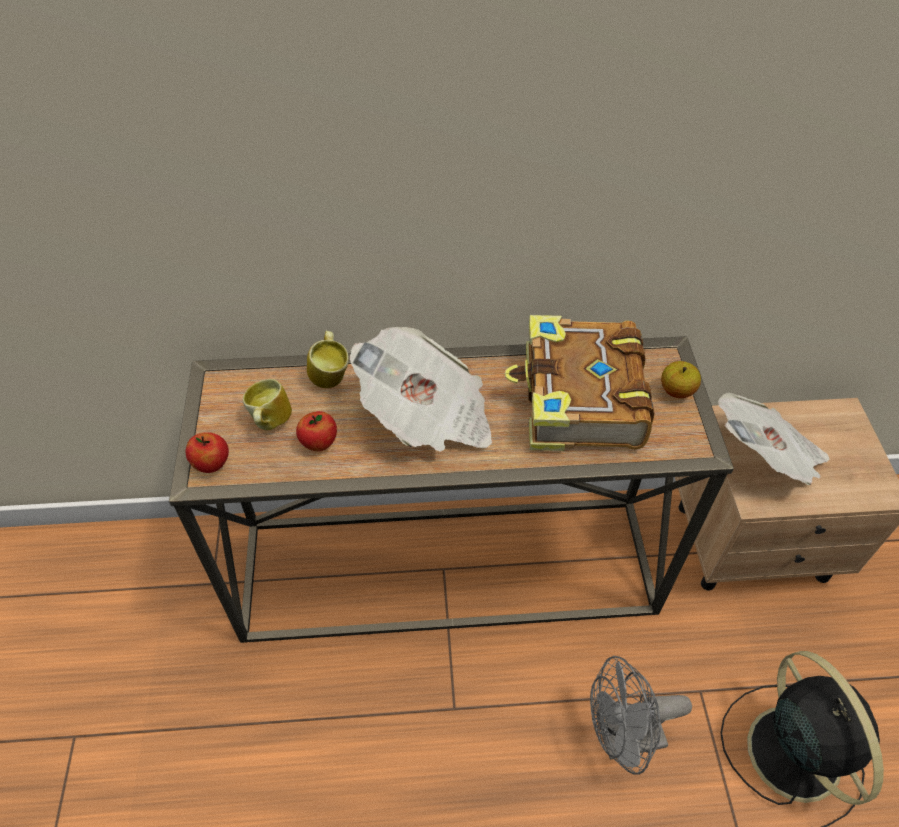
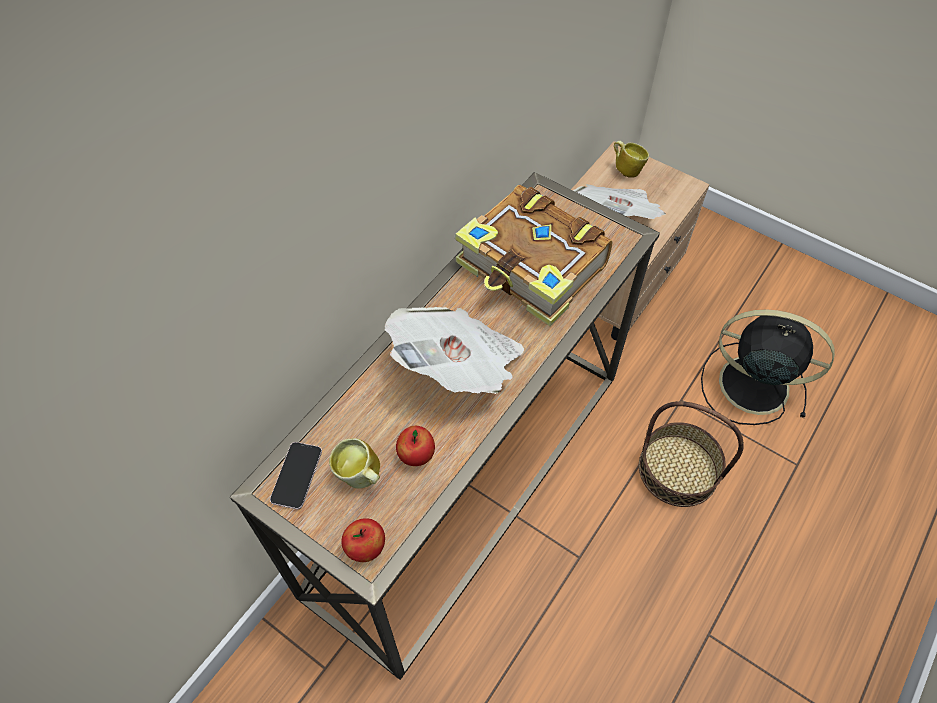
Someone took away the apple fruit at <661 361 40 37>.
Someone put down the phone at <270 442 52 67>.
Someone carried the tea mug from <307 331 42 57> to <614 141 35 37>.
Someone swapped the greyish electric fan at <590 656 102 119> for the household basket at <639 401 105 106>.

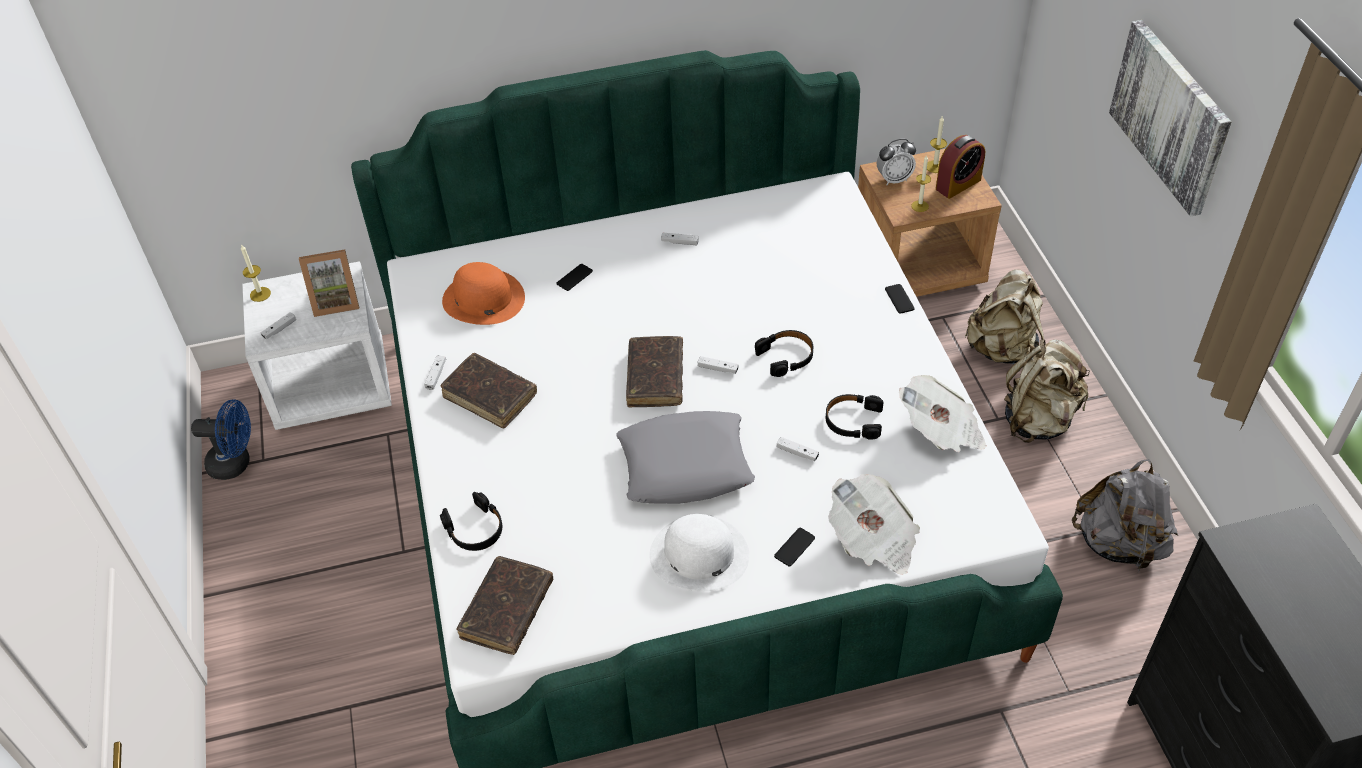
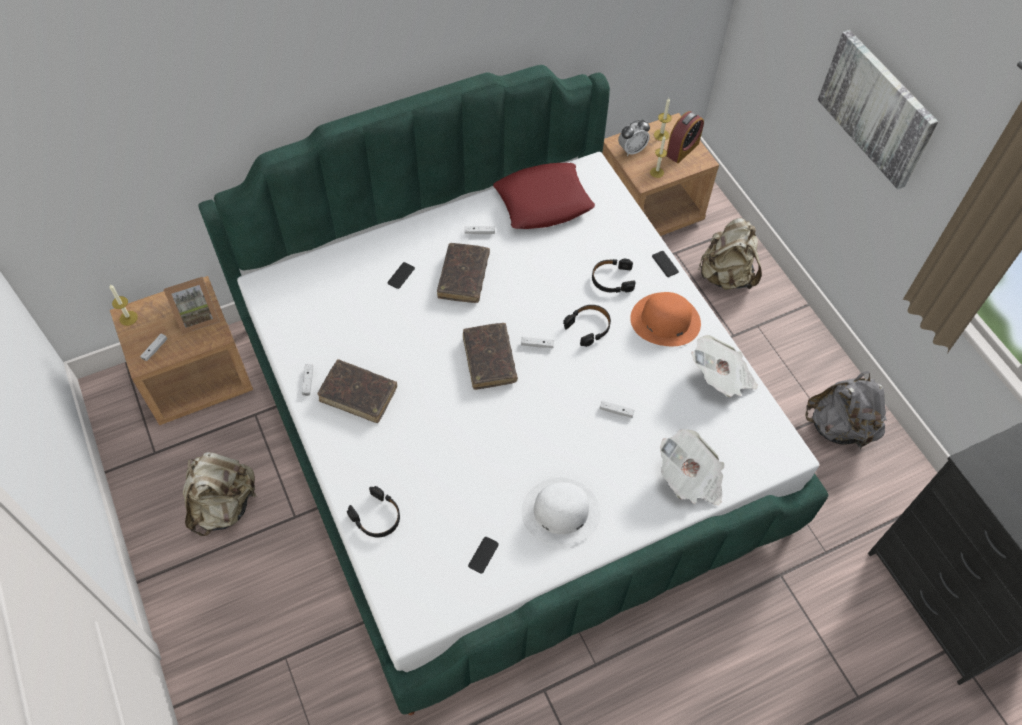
Someone took away the bluish electric fan at <191 399 60 81>.
Someone took away the greyish throw pillow at <616 411 139 93>.
Someone put down the reddish throw pillow at <493 163 102 66>.
Someone carried the orange-coloured clothing hat from <442 262 83 63> to <630 292 71 54>.
Someone carried the brown-coloured bound book from <456 556 97 99> to <437 243 53 60>.
Someone carried the phone from <774 528 41 38> to <468 537 31 37>.
Someone carried the black headphones from <826 394 58 46> to <592 259 44 34>.
Someone carried the beige knapsack from <1004 339 86 104> to <183 452 74 84>.
Someone repainted the whitish bedside table at <242 261 150 169>, which became the brown-coloured bedside table at <110 276 143 149>.

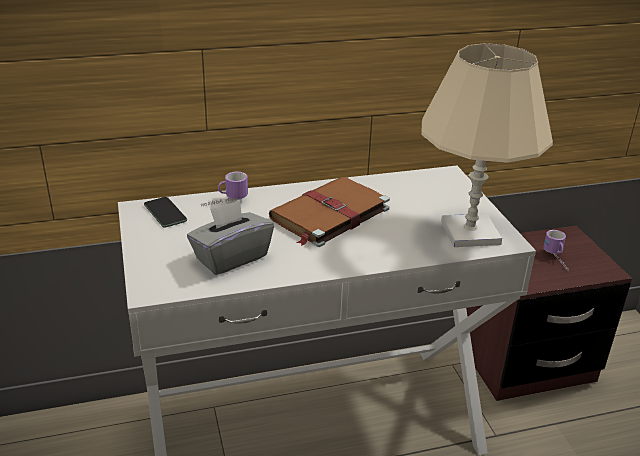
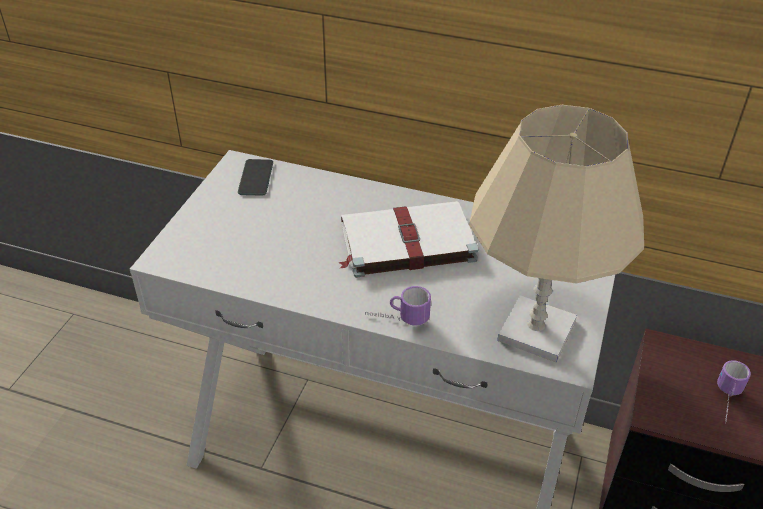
Someone took away the greyish tissue box at <187 200 87 75>.
Someone carried the tea mug from <201 172 47 35> to <365 286 66 40>.
Someone repainted the brown-coloured bound book at <269 177 121 70>, which became the whitish bound book at <338 201 141 77>.

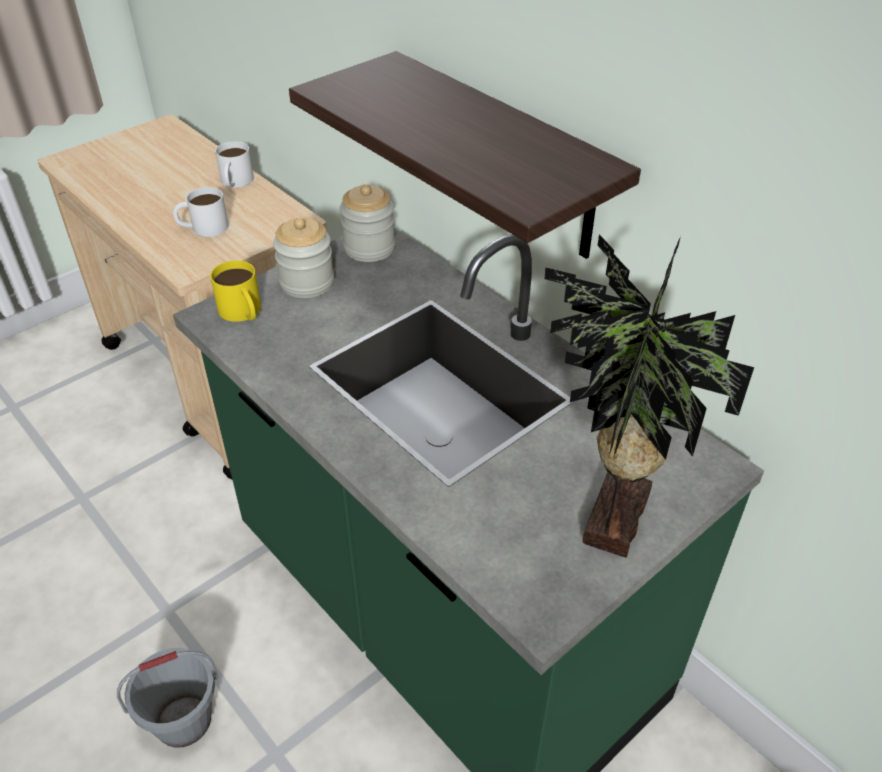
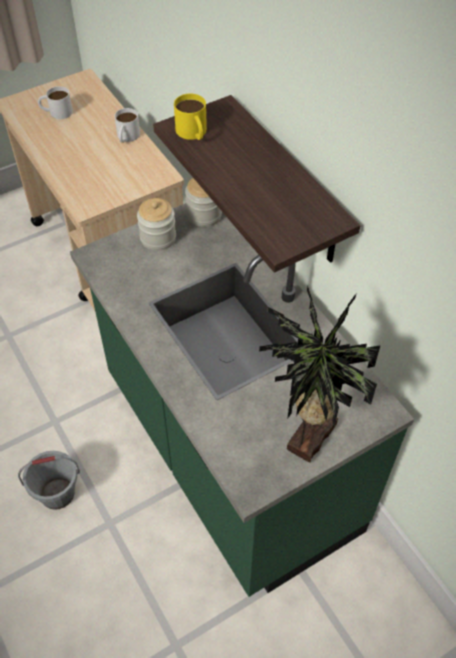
Someone carried the whitish tea mug from <173 187 56 50> to <38 86 35 33>.
Someone carried the yellow tea mug from <210 260 51 62> to <174 94 33 46>.

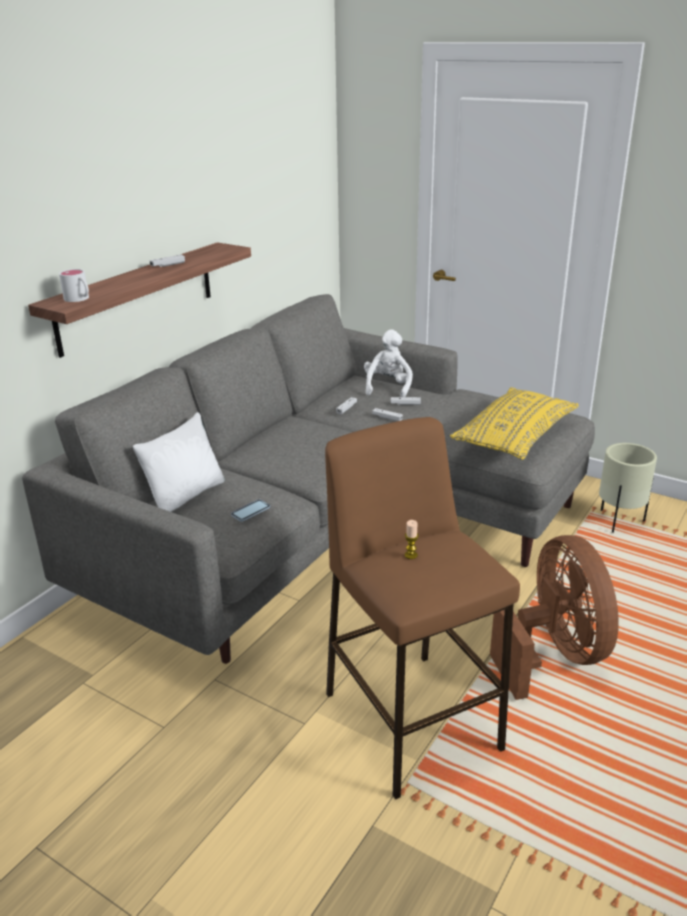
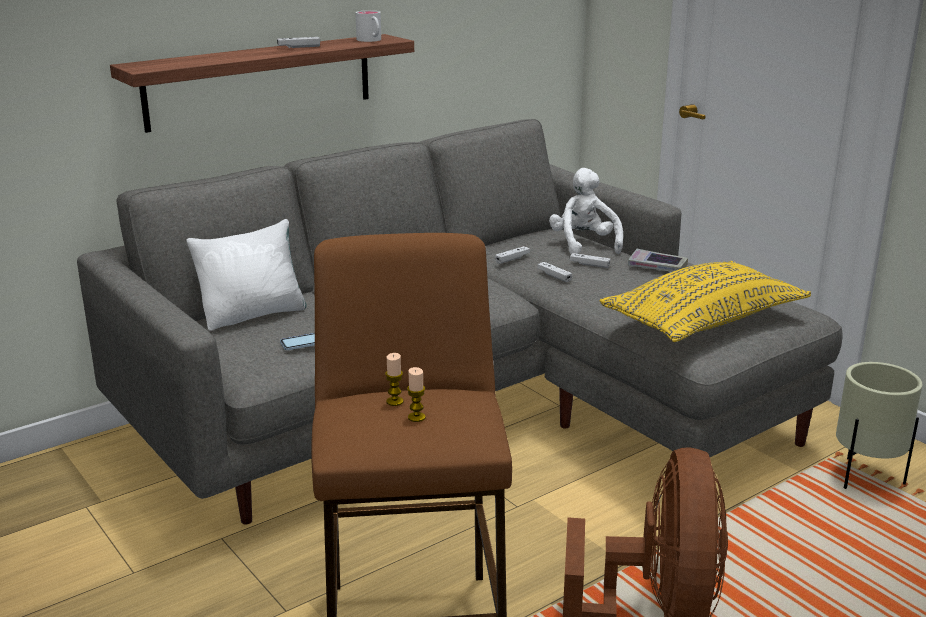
Someone put down the candle at <407 367 19 55>.
Someone put down the bound book at <628 249 60 23>.
Someone carried the whitish tea mug from <59 269 30 33> to <355 10 26 32>.
Someone rotated the whitish cuddly toy at <364 329 49 68> by 45 degrees counterclockwise.

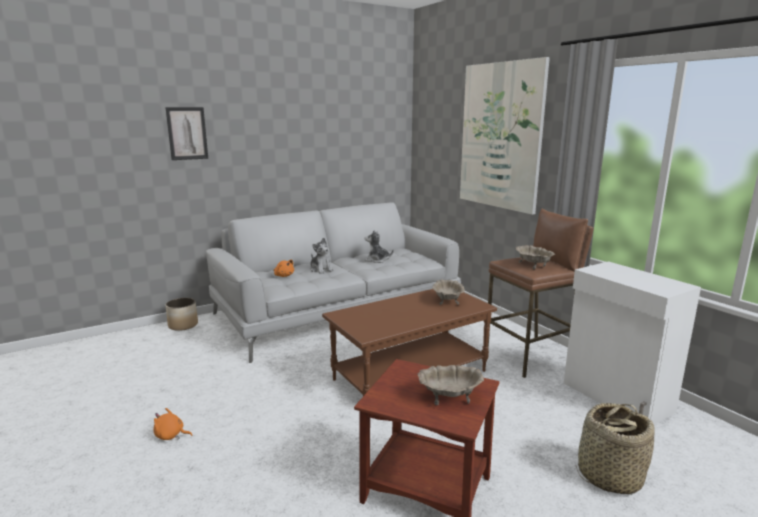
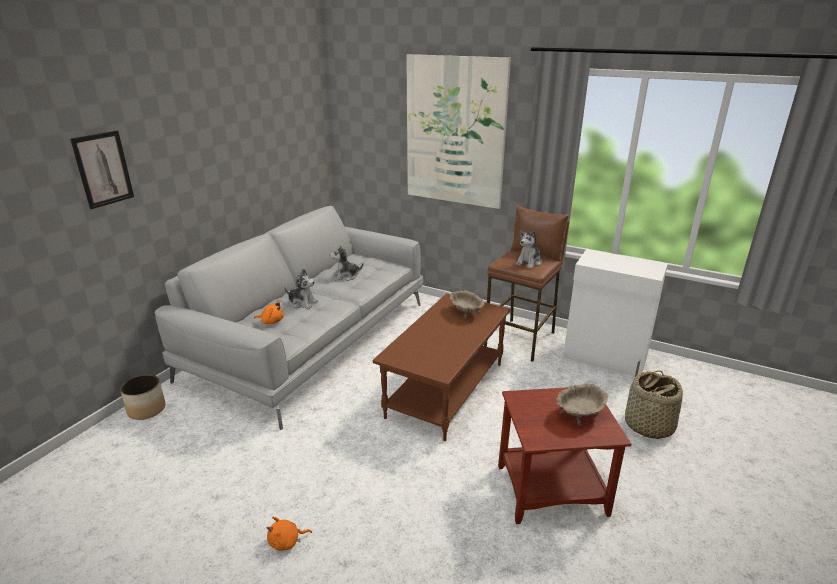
Someone swapped the beige serving bowl at <516 245 39 24> for the cuddly toy at <516 229 26 40>.

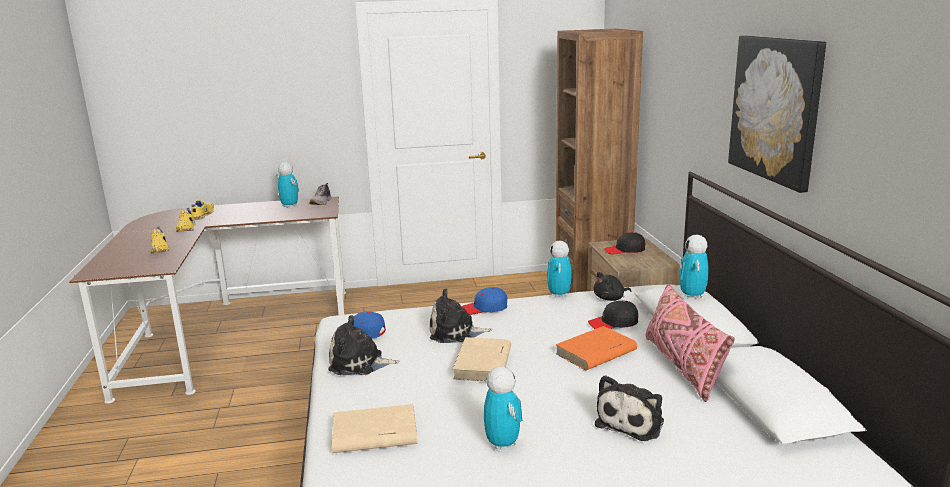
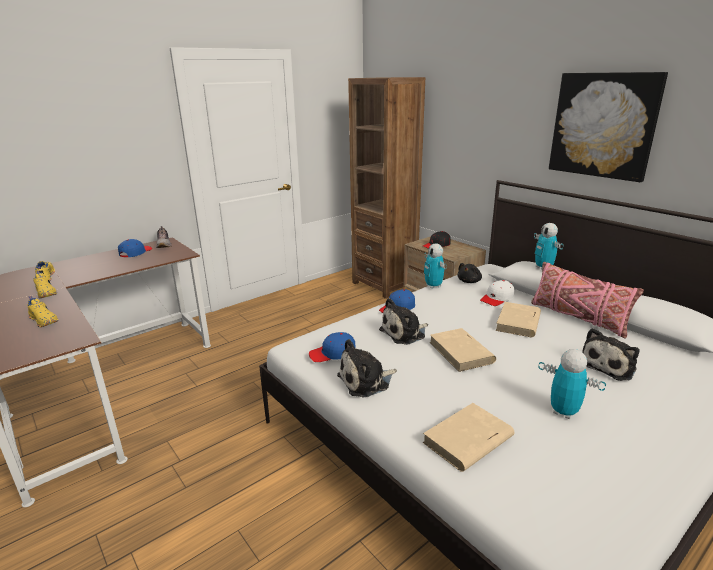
Someone swapped the model robot at <276 162 23 46> for the bluish baseball cap at <118 239 34 18>.
Someone repainted the orange-coloured bound book at <555 326 82 44>, which became the beige bound book at <496 302 45 35>.
Someone repainted the black baseball cap at <588 301 50 28>, which became the whitish baseball cap at <480 280 34 26>.
Someone rotated the cuddly toy at <595 375 69 66> by 45 degrees clockwise.

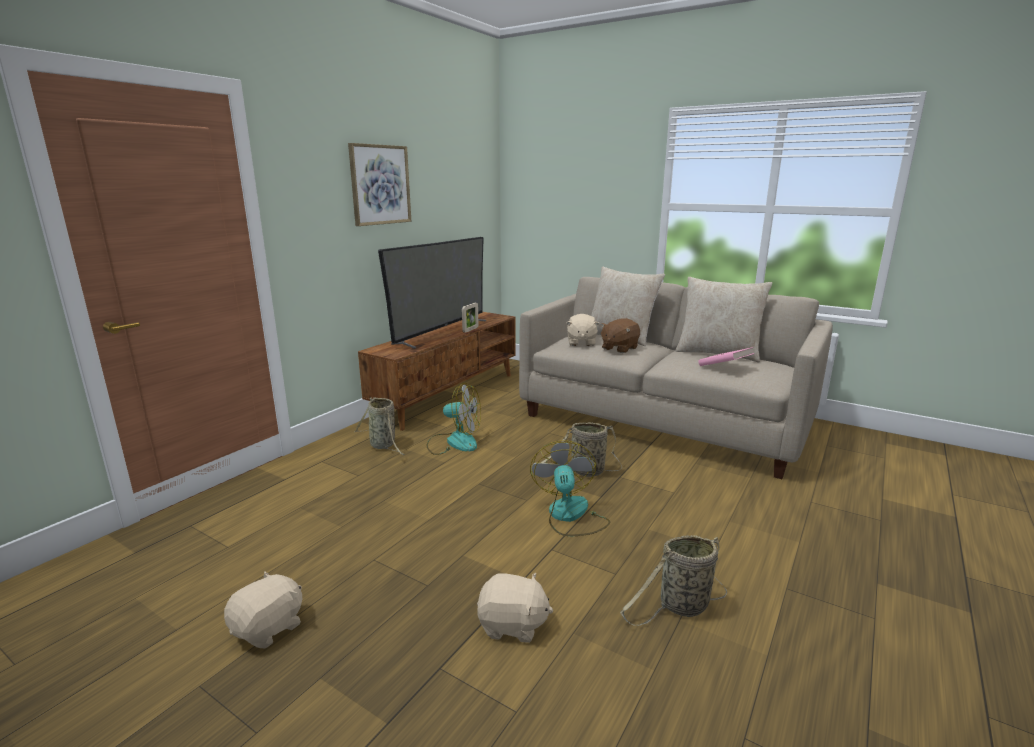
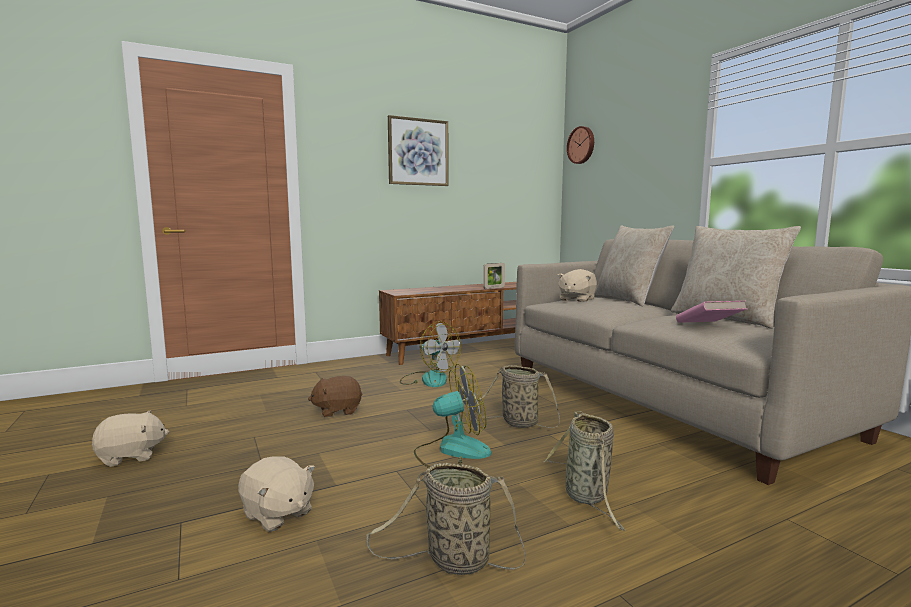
Someone took away the TV at <378 237 108 112>.
Someone put up the clock on the wall at <567 126 27 38>.
Someone carried the household basket from <355 397 50 58> to <544 411 81 119>.
Someone carried the brown-coloured cuddly toy from <600 318 40 35> to <308 376 54 41>.
Someone rotated the electric fan at <530 440 80 96> by 45 degrees clockwise.

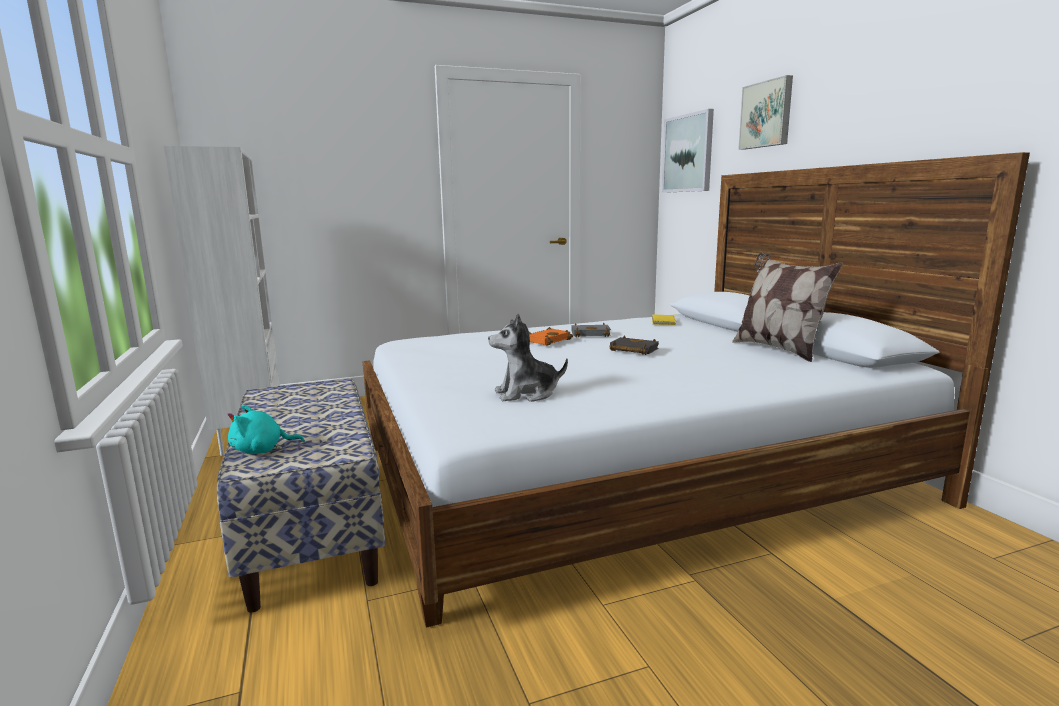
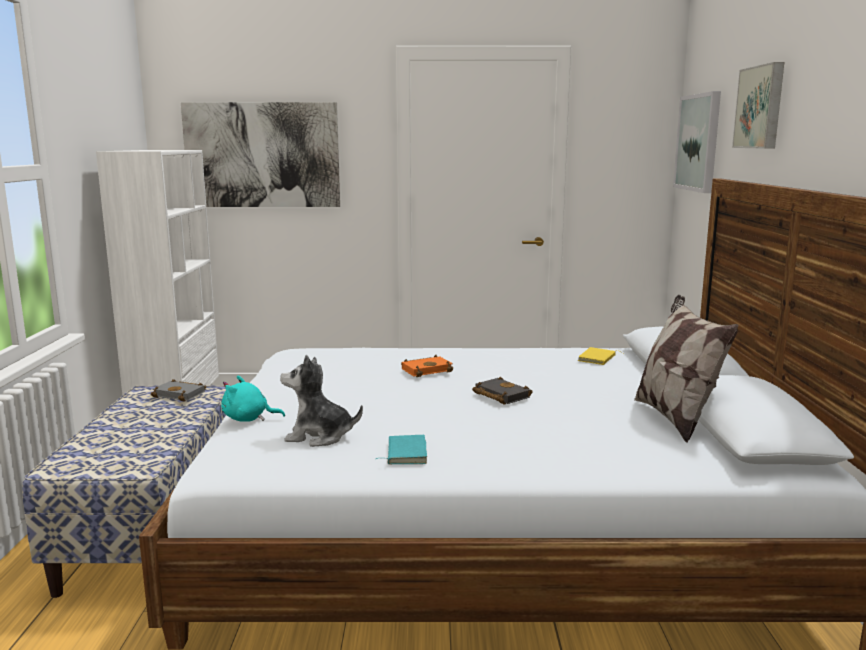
Someone put up the picture at <181 102 159 105>.
Someone put down the turquoise bound book at <376 435 51 29>.
Someone carried the turquoise cuddly toy from <228 405 77 49> to <221 376 64 46>.
Someone carried the greyish bound book from <572 323 39 14> to <151 379 55 23>.

